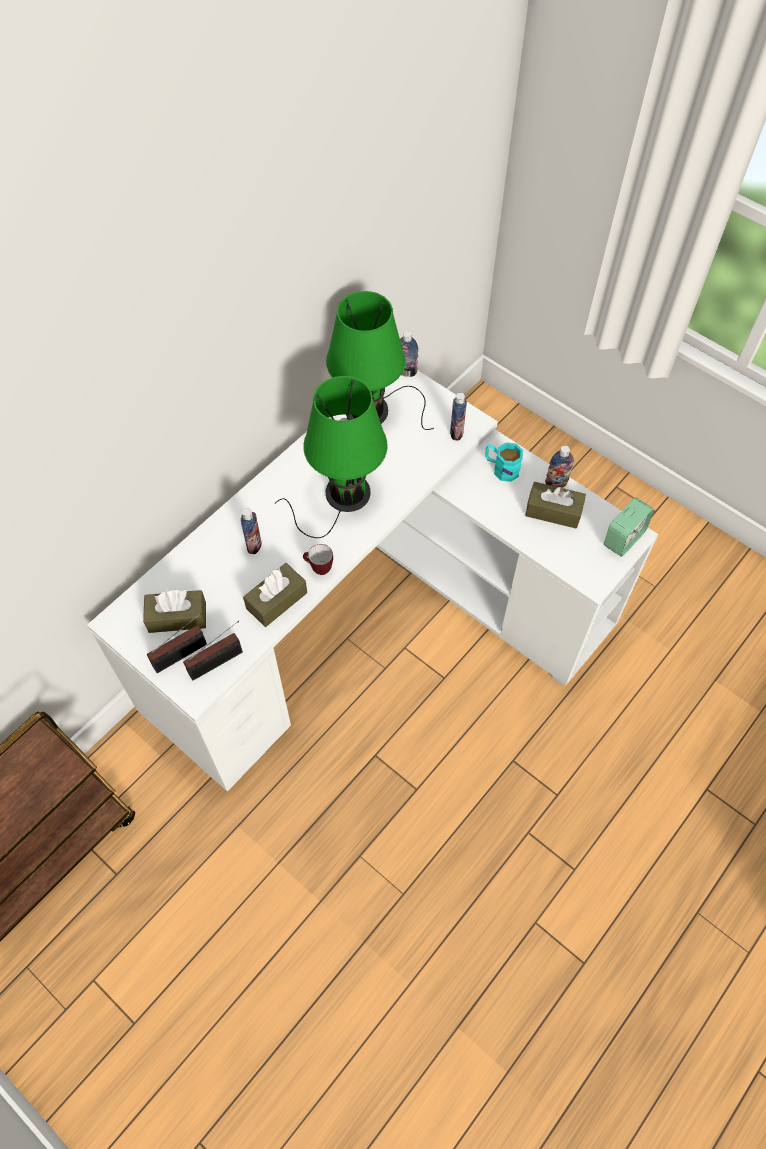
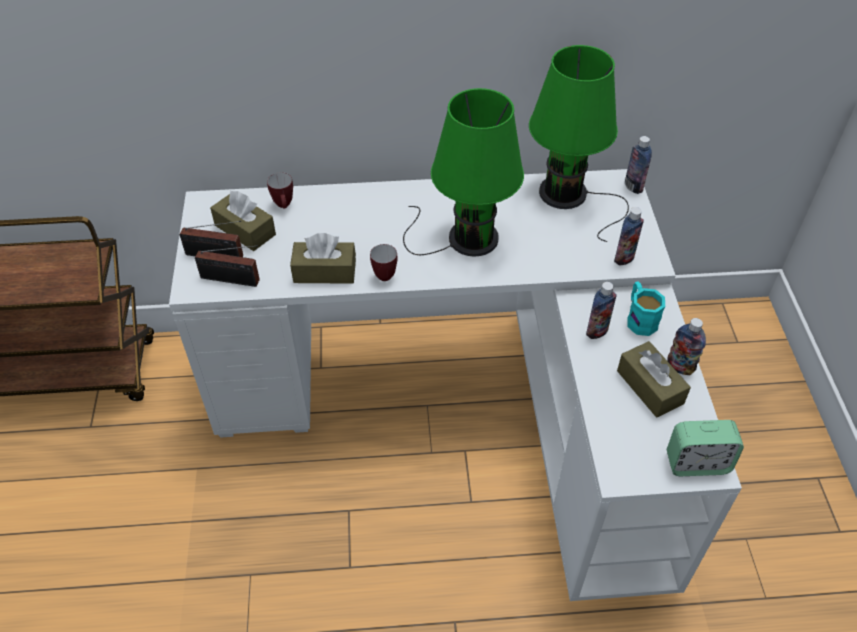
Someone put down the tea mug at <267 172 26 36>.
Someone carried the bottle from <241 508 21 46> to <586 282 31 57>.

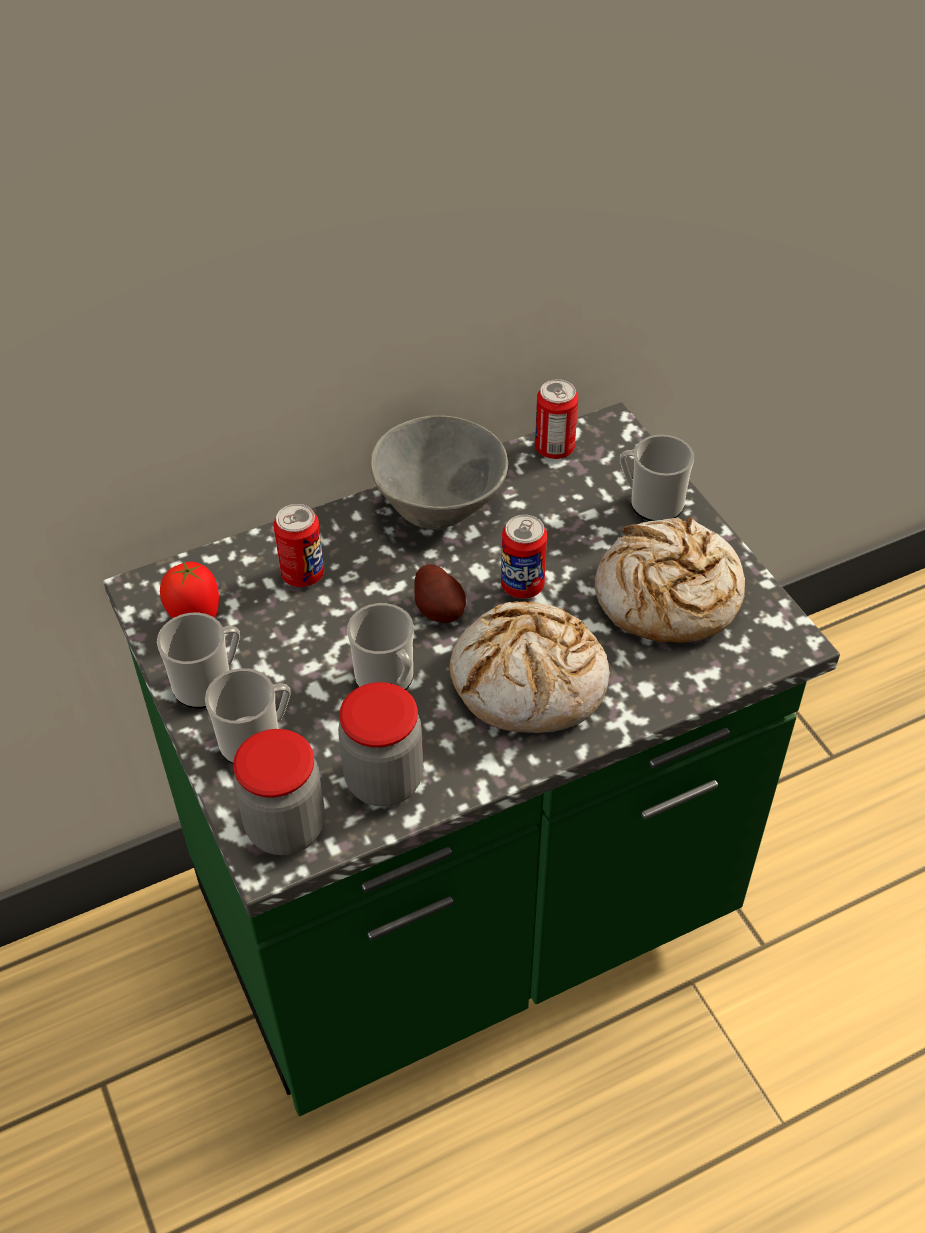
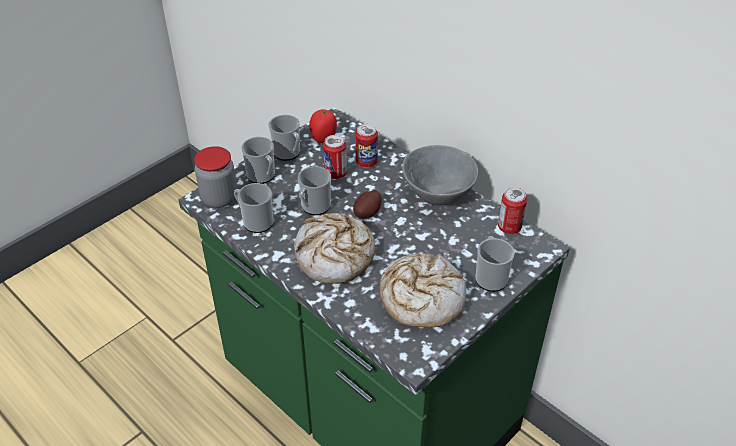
Someone carried the metal can from <501 515 46 84> to <323 135 24 44>.
Someone swapped the jar at <338 682 85 125> for the tea mug at <234 183 40 50>.

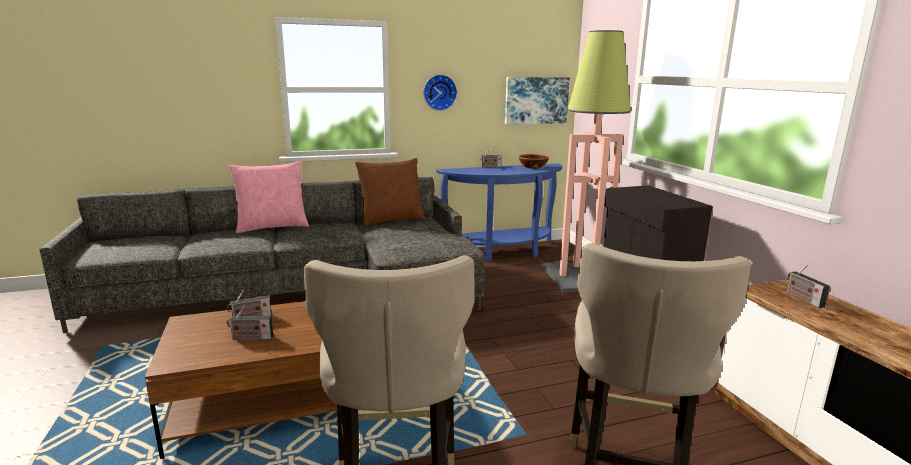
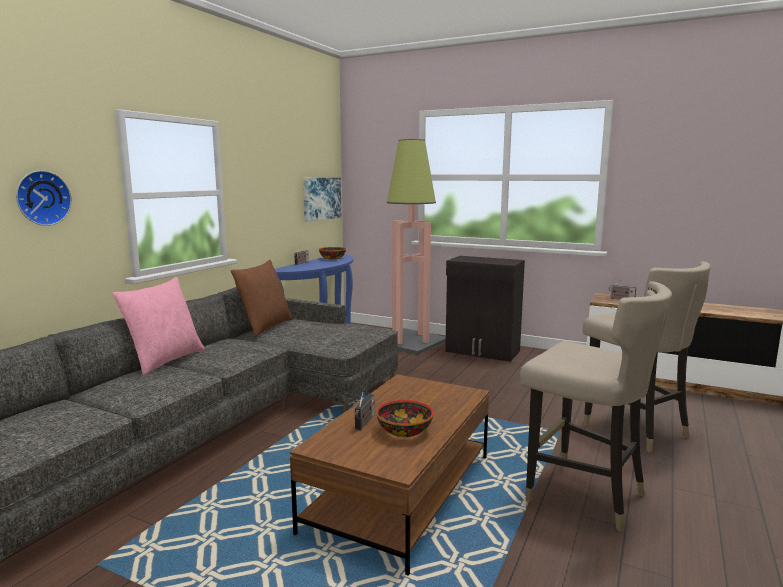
Someone carried the clock on the wall from <423 74 34 37> to <16 170 56 56>.
Someone swapped the radio receiver at <227 306 46 34> for the serving bowl at <376 400 57 37>.

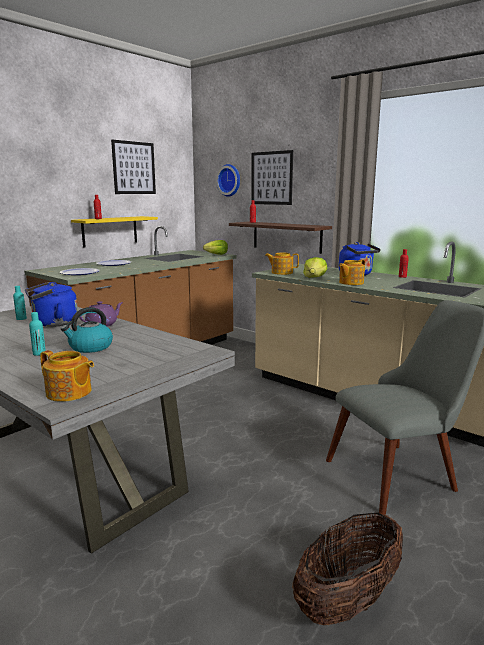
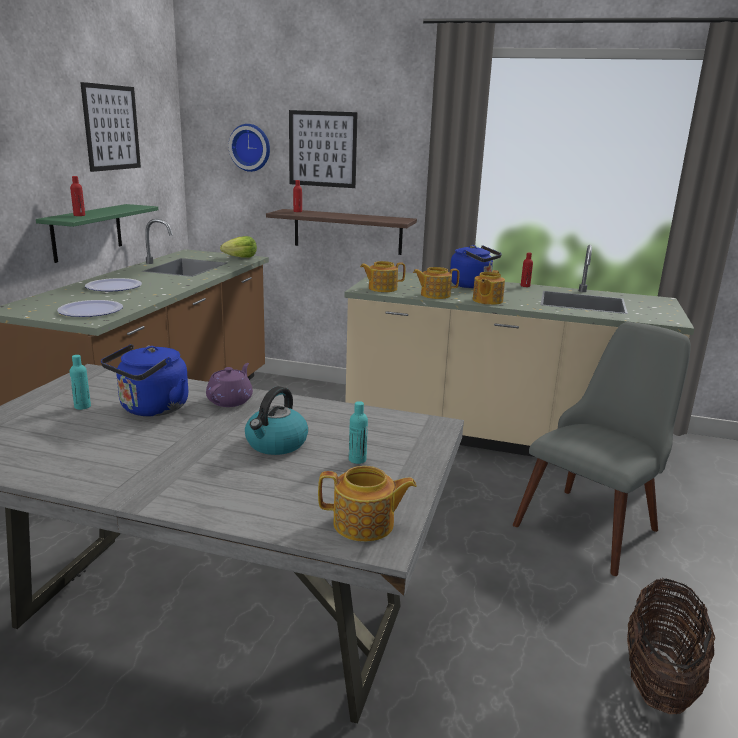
Someone carried the turquoise bottle from <29 312 17 44> to <349 401 19 63>.
Someone swapped the head of lettuce at <303 257 24 21> for the tea pot at <413 267 47 32>.
Someone repainted the yellow shelf at <71 216 87 32>, which became the greenish shelf at <36 204 122 59>.

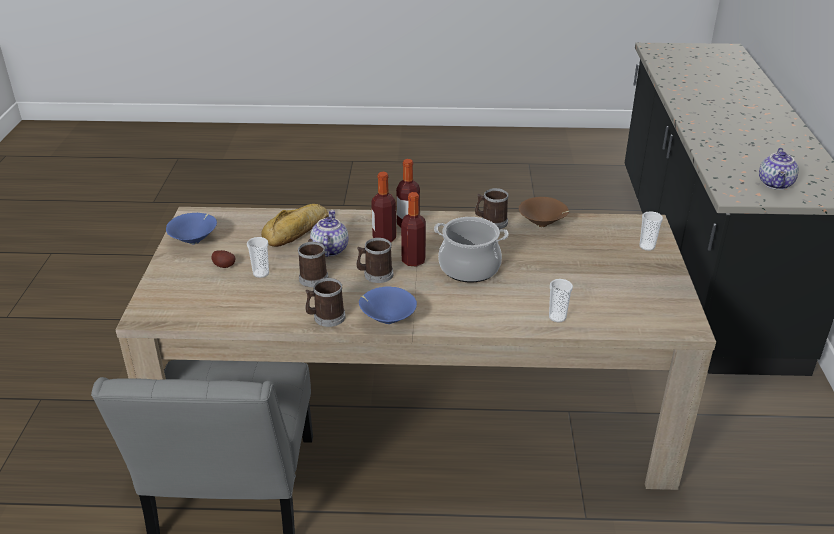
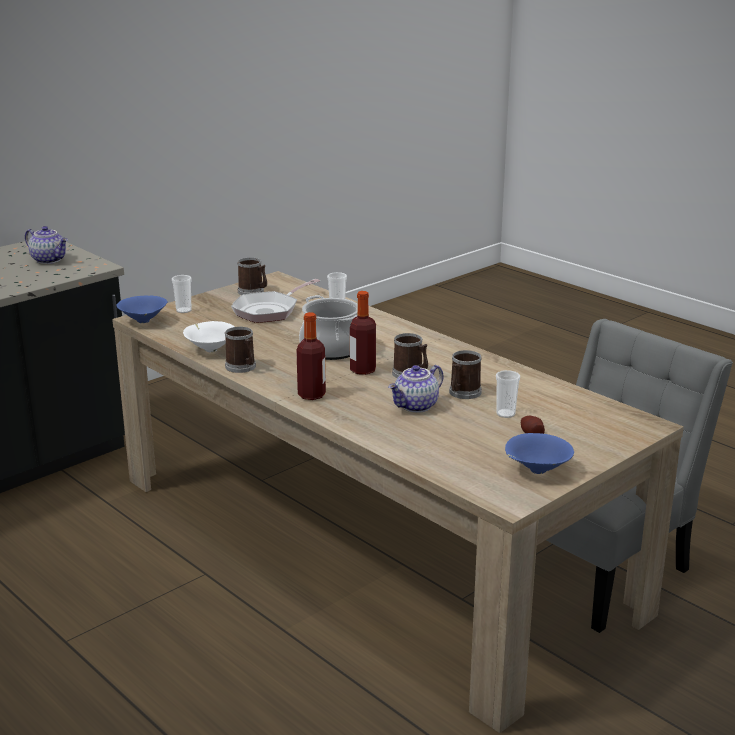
Someone took away the bakery bread at <261 204 68 43>.
Someone took away the bottle at <371 172 25 71>.
Someone put down the skillet at <231 279 89 44>.
Someone carried the tea mug from <305 278 41 49> to <237 258 30 37>.
Someone carried the bluish serving bowl from <359 286 58 38> to <116 296 51 27>.
Someone repainted the brown-coloured serving bowl at <519 197 50 30>, which became the whitish serving bowl at <183 321 51 31>.
Someone rotated the tea pot at <759 148 40 42> by 60 degrees clockwise.

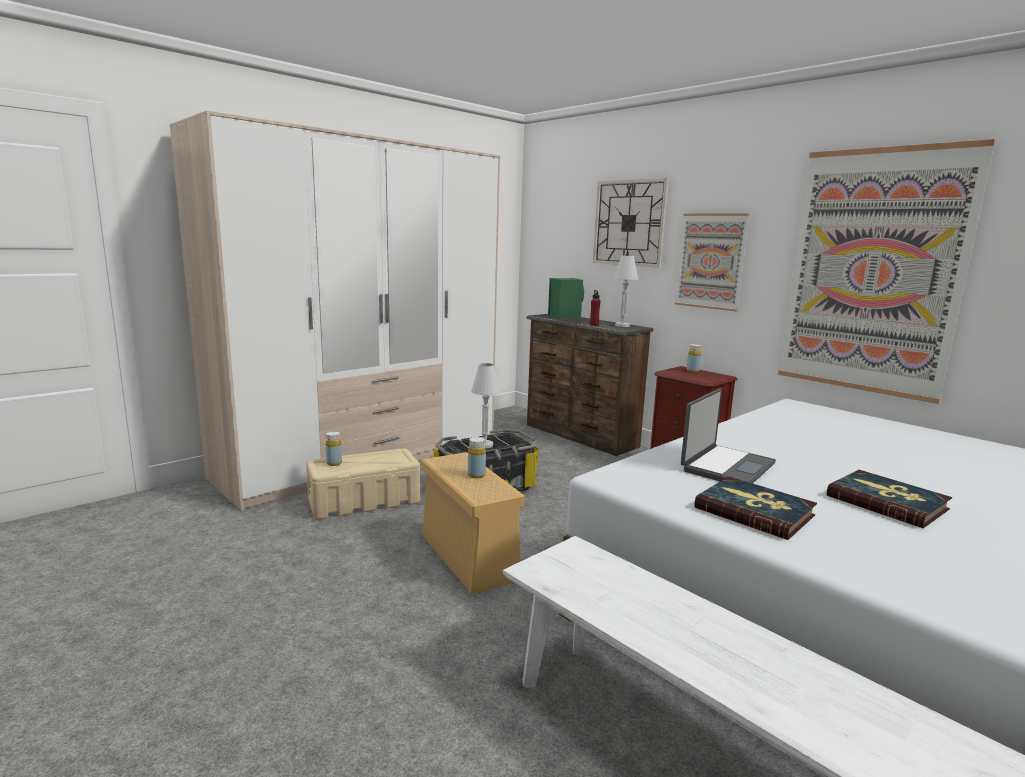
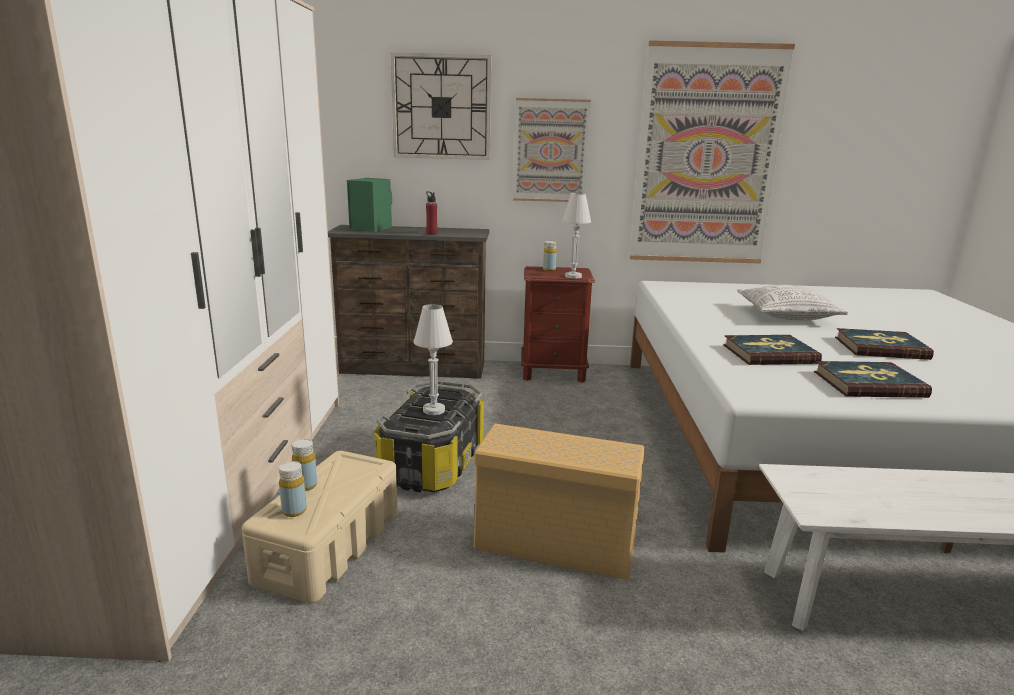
Someone put down the throw pillow at <737 285 111 35>.
Someone carried the yellow bottle from <468 437 18 41> to <292 439 25 52>.
Someone carried the whitish table lamp from <614 256 24 71> to <562 193 29 86>.
Someone swapped the laptop at <681 388 95 95> for the bound book at <723 335 99 30>.

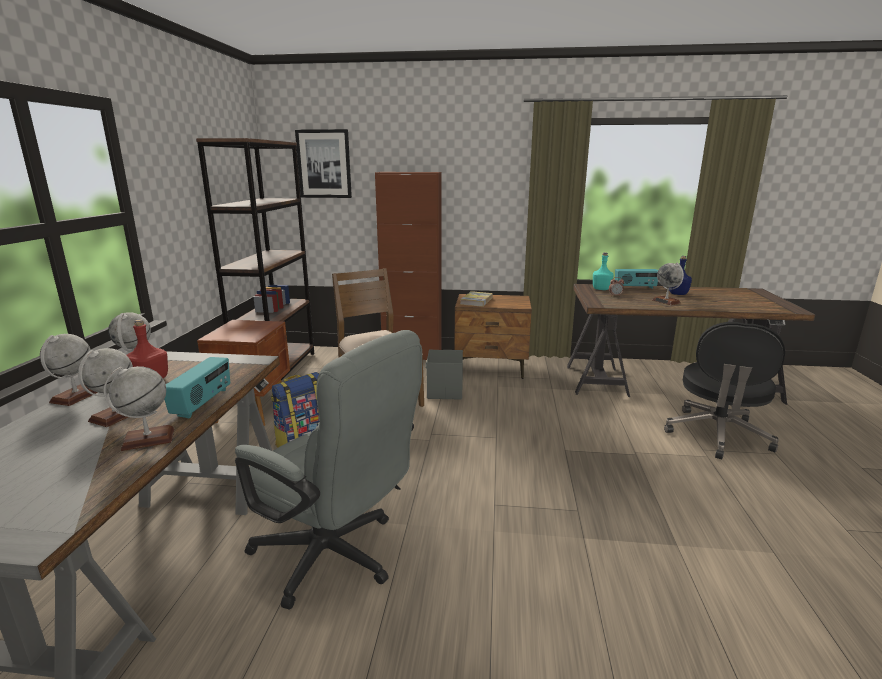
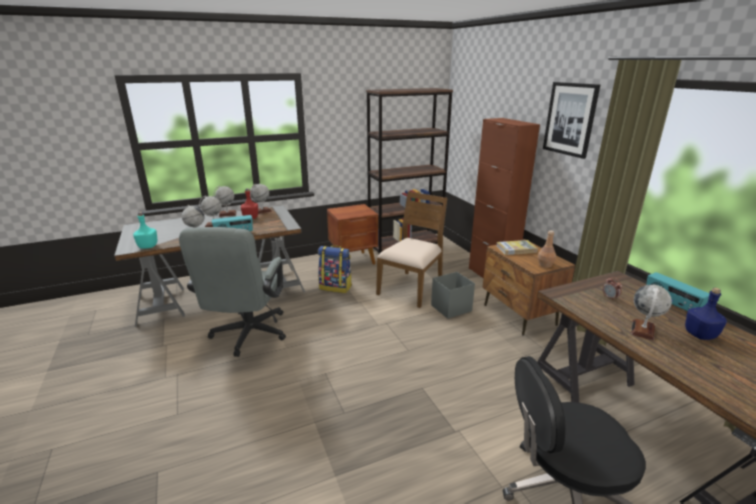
Someone put down the brown-coloured bottle at <538 230 18 38>.
Someone carried the picture from <295 129 57 69> to <543 82 57 77>.
Someone carried the turquoise bottle from <593 252 21 38> to <133 212 24 37>.

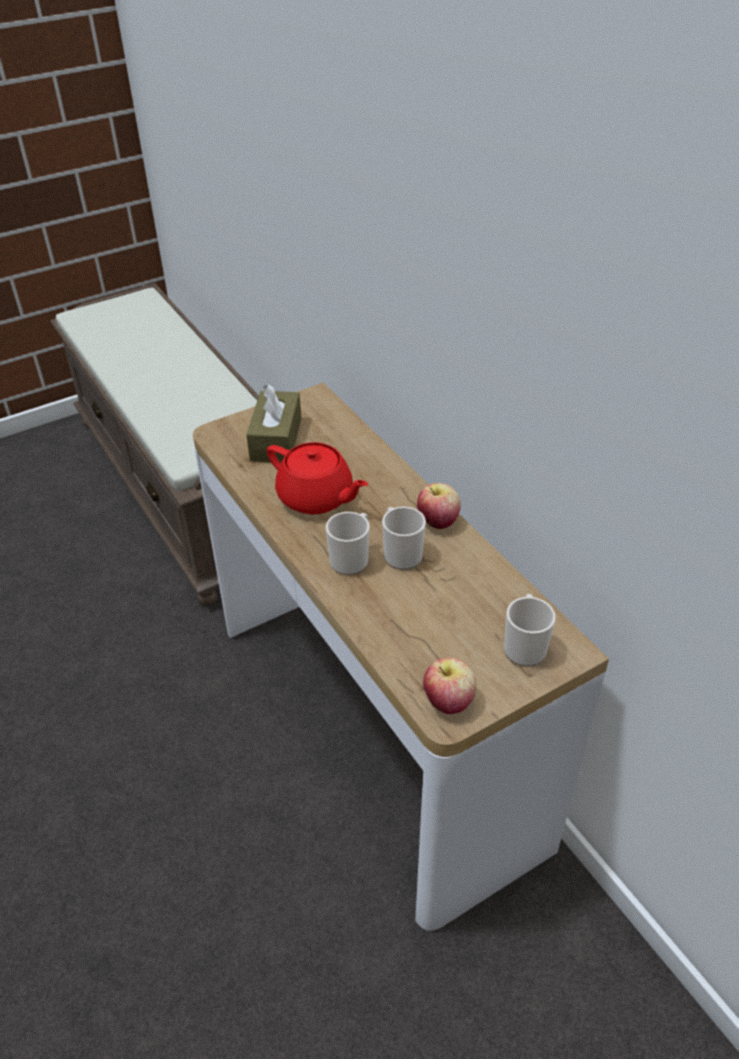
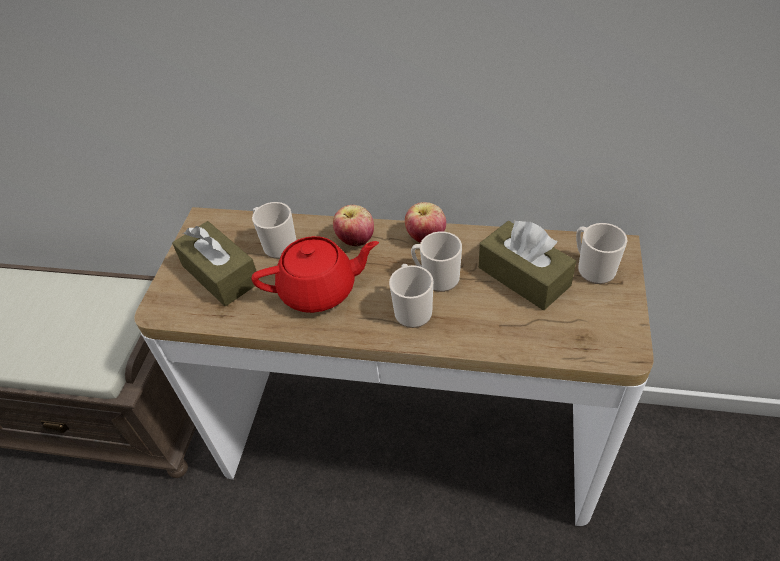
Someone put down the tea mug at <252 202 44 57>.
Someone put down the brown-coloured tissue box at <479 220 97 90>.
Someone carried the apple fruit from <423 658 54 56> to <333 205 41 41>.

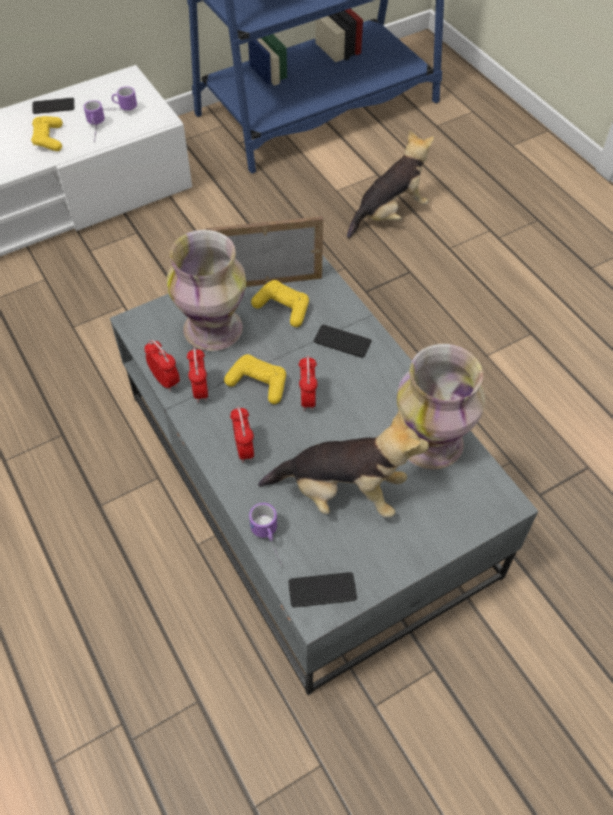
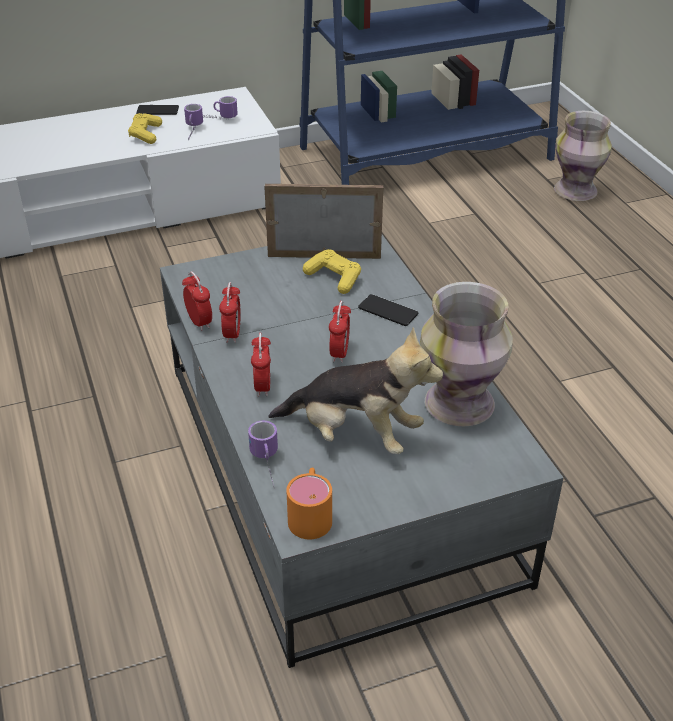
Someone took away the yellow game controller at <224 354 62 50>.
Someone took away the cuddly toy at <347 130 87 108>.
Someone carried the flower vase from <167 230 79 121> to <554 111 58 90>.
Someone swapped the phone at <288 572 69 35> for the orange-coloured tea mug at <286 467 46 72>.

